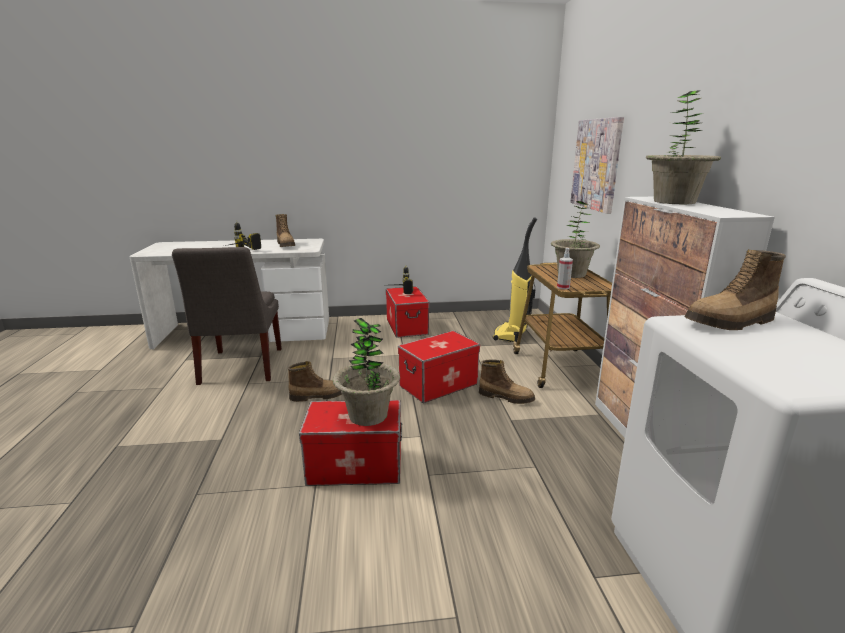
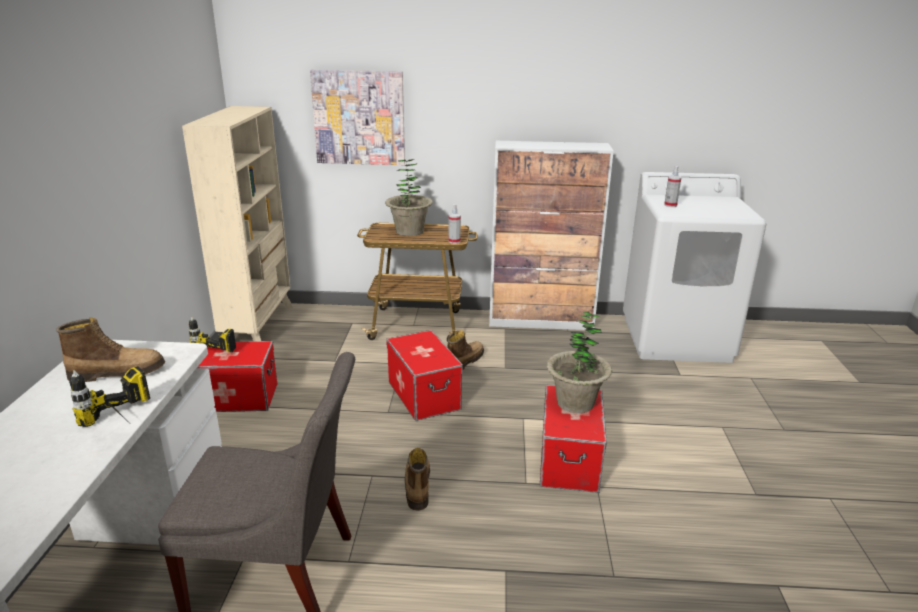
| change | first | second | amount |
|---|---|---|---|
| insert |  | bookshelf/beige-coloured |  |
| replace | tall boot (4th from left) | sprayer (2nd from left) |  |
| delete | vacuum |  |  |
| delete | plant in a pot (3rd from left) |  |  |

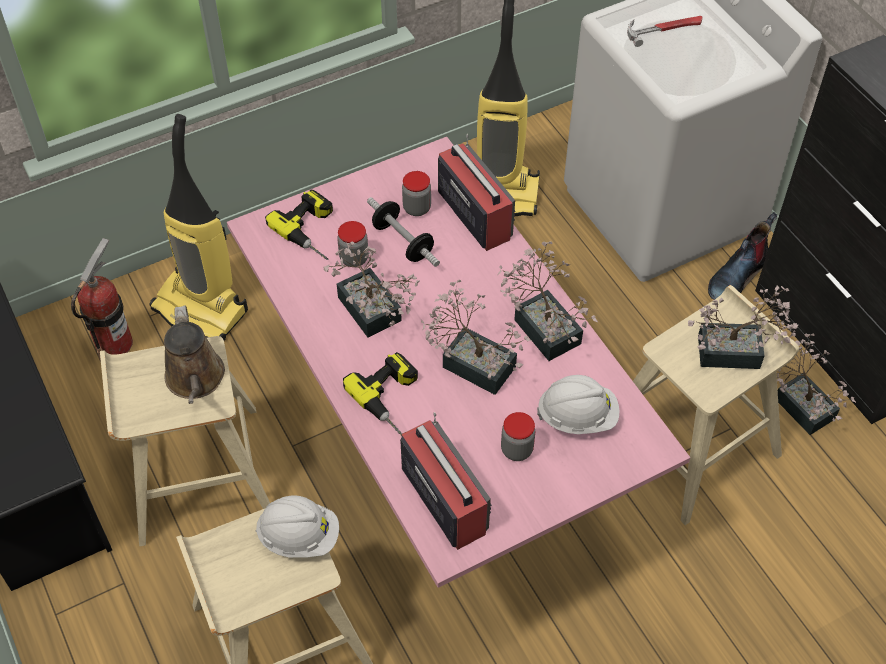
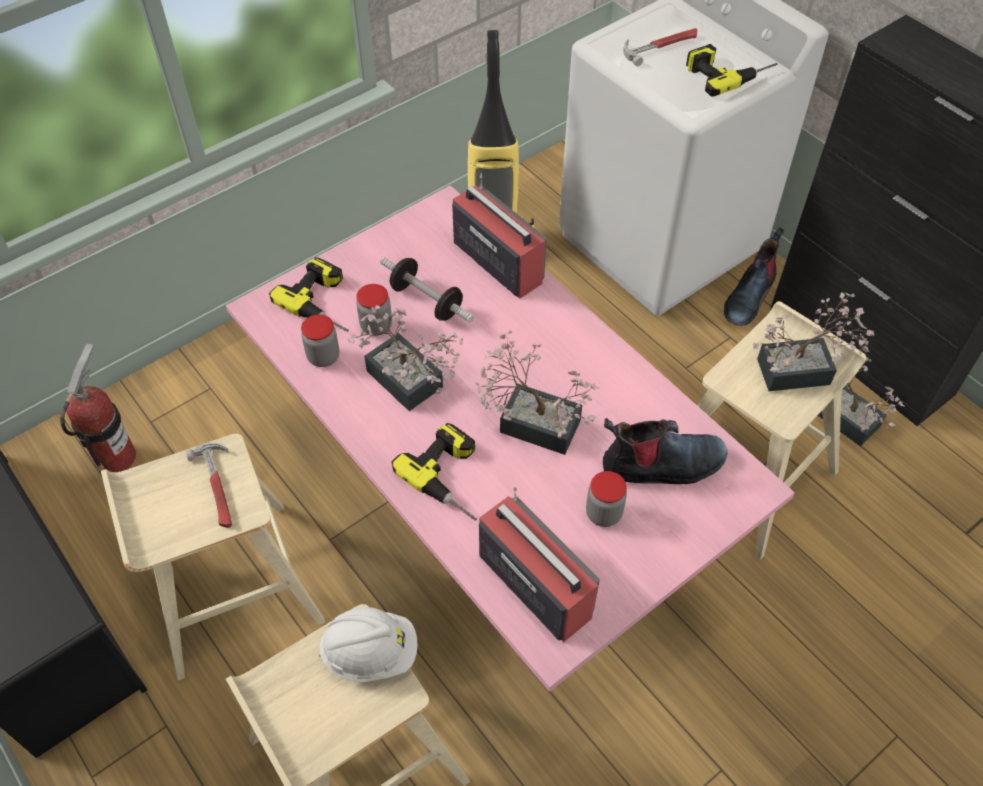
| change | first | second | amount |
|---|---|---|---|
| replace | watering pot/brown | hand hammer (1st from left) |  |
| move | storage jar (2nd from left in the first image) | storage jar (1st from left) |  |
| replace | safety helmet/white (2nd from left) | tall boot (1st from left) |  |
| insert |  | power drill (3rd from left) |  |
| delete | vacuum (1st from left) |  |  |
| delete | plant in a pot (3rd from left) |  |  |

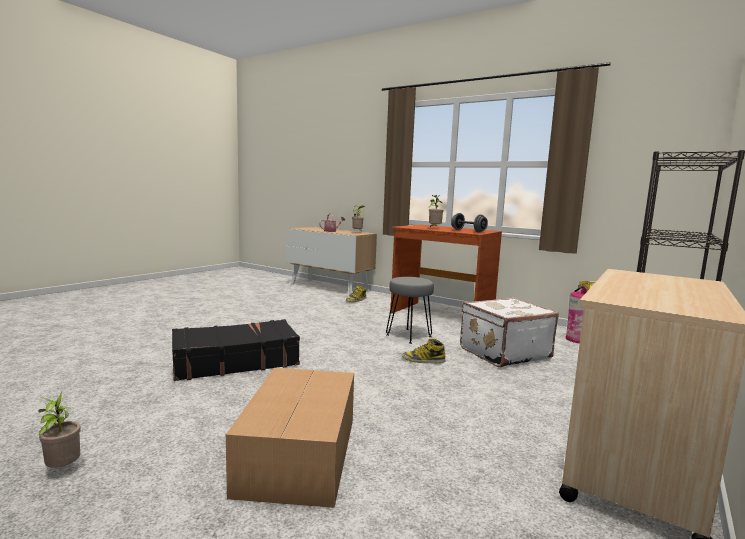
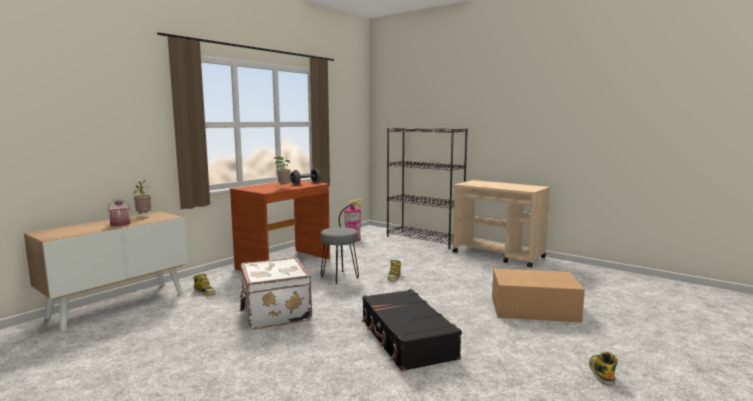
| change | first | second | amount |
|---|---|---|---|
| move | travel case/white |  |  |
| replace | plant in a pot (1st from left) | tall boot (3rd from left) |  |

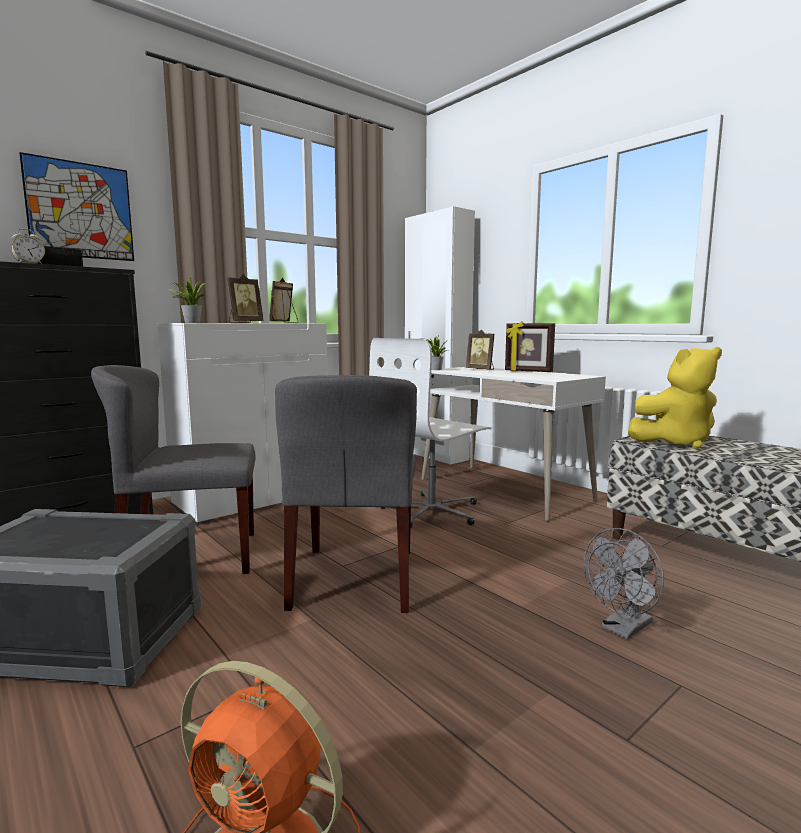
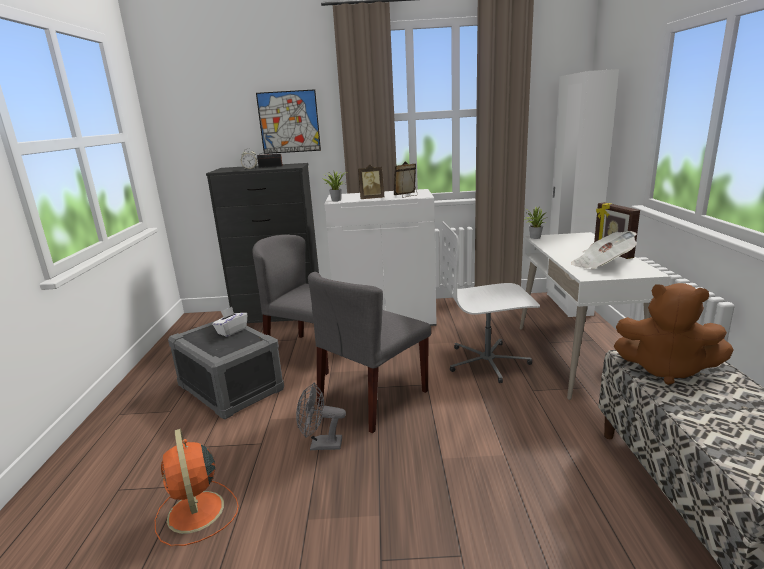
| change | first | second | amount |
|---|---|---|---|
| insert |  | tissue holder/white |  |
| move | electric fan/greyish |  |  |
| insert |  | daily paper |  |
| recolor | soft toy/yellowish | soft toy/brown |  |
| delete | standing frame (3rd from left) |  |  |

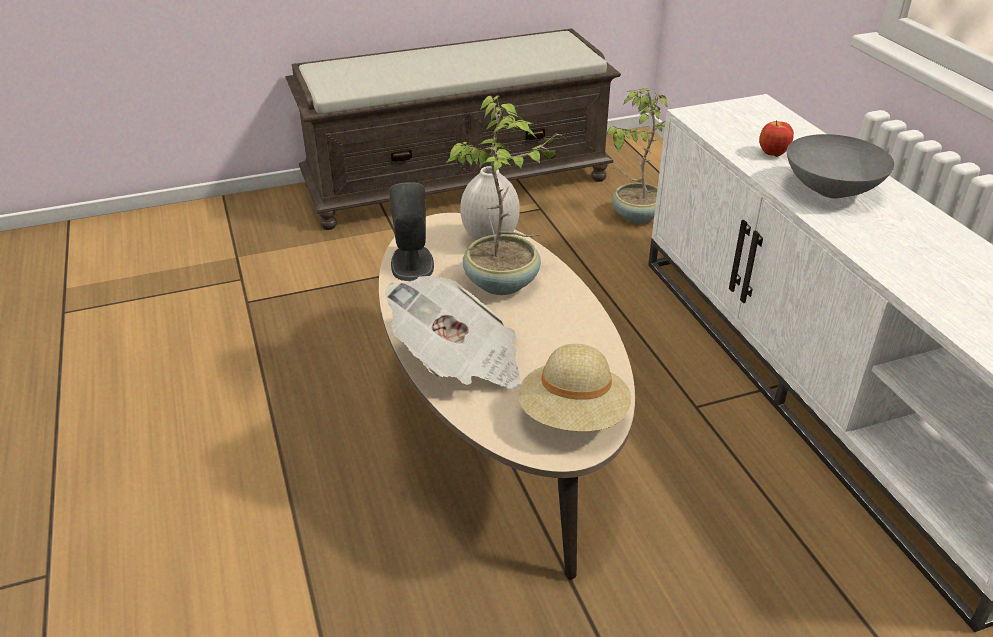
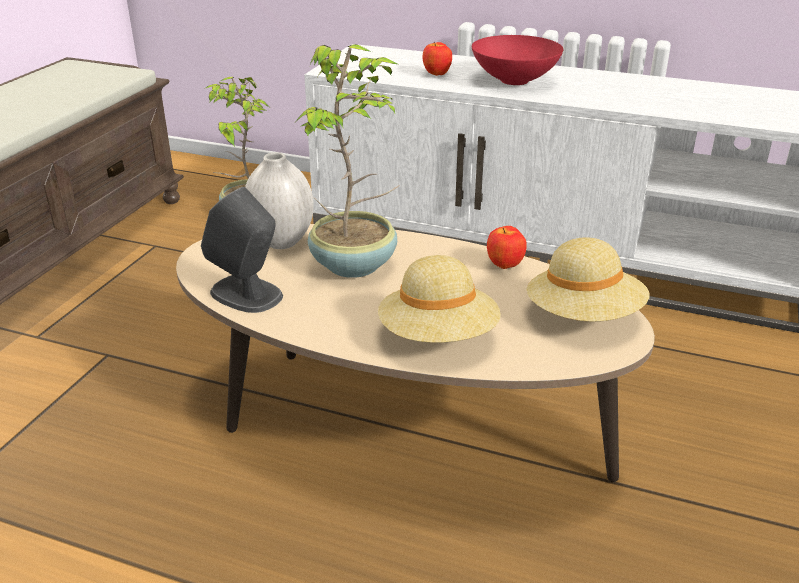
| change | first | second | amount |
|---|---|---|---|
| replace | daily paper | wearable hat/beige-coloured (1st from left) |  |
| recolor | bowl/greyish | bowl/reddish |  |
| insert |  | apple fruit (2nd from left) |  |

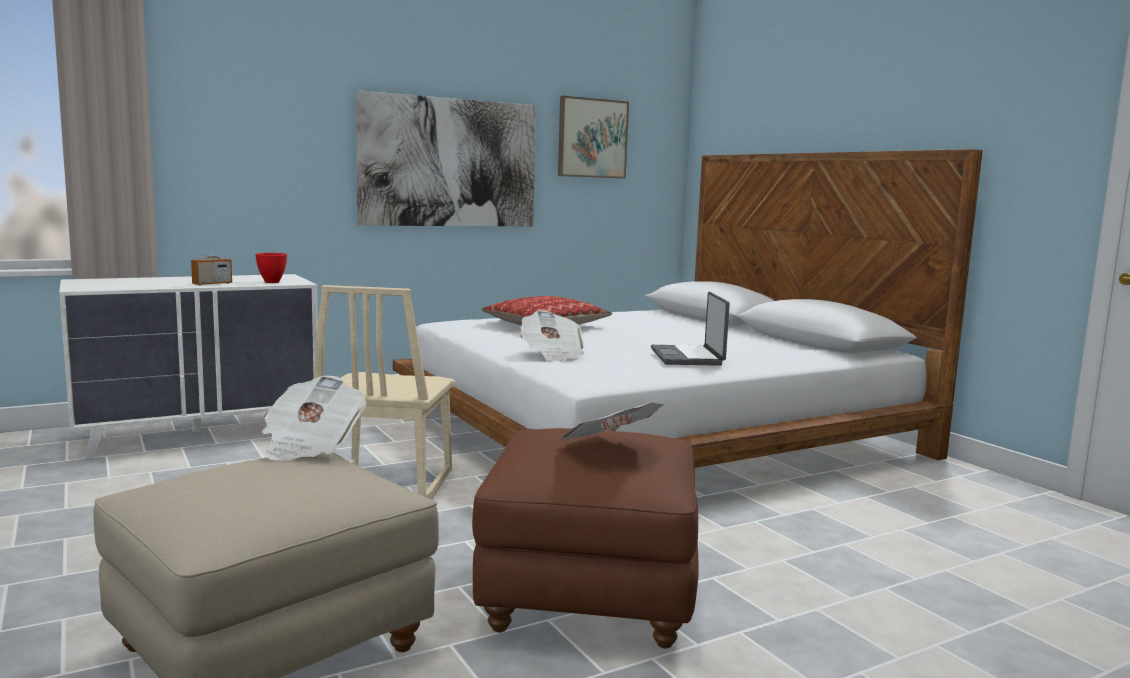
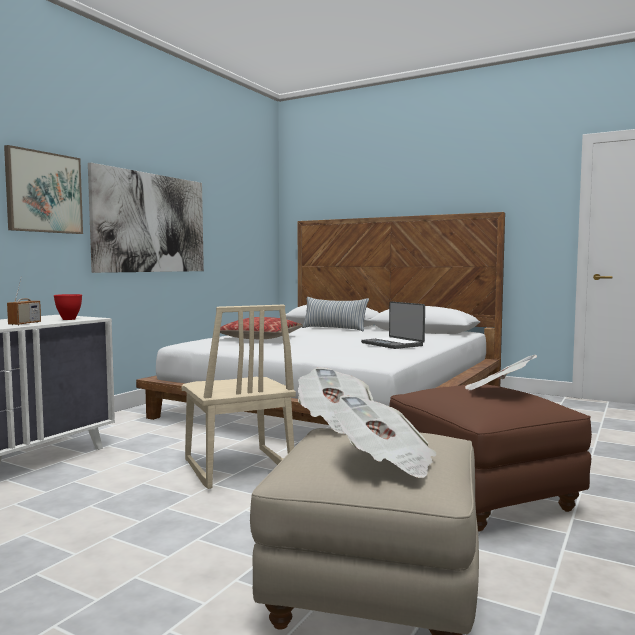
| change | first | second | amount |
|---|---|---|---|
| move | picture (2nd from left in the first image) | picture (1st from left) |  |
| insert |  | throw pillow (2nd from left) |  |
| move | daily paper (2nd from left) |  |  |

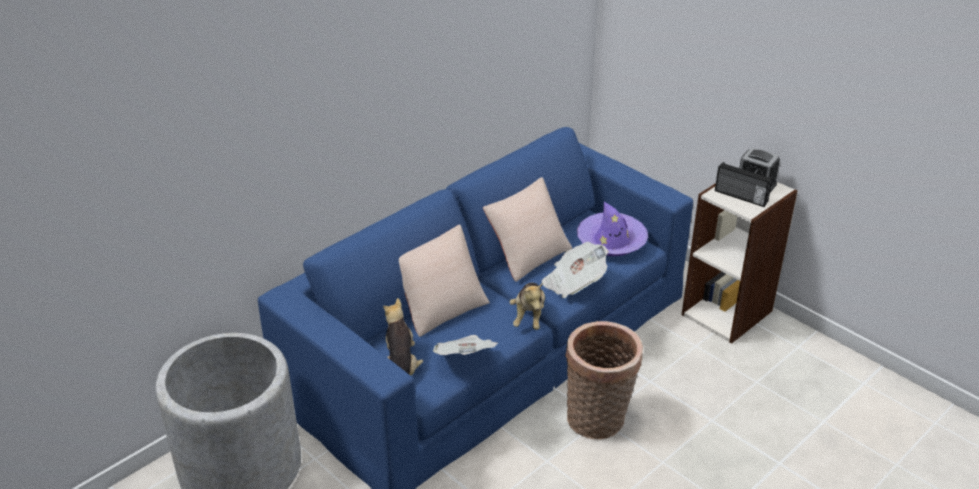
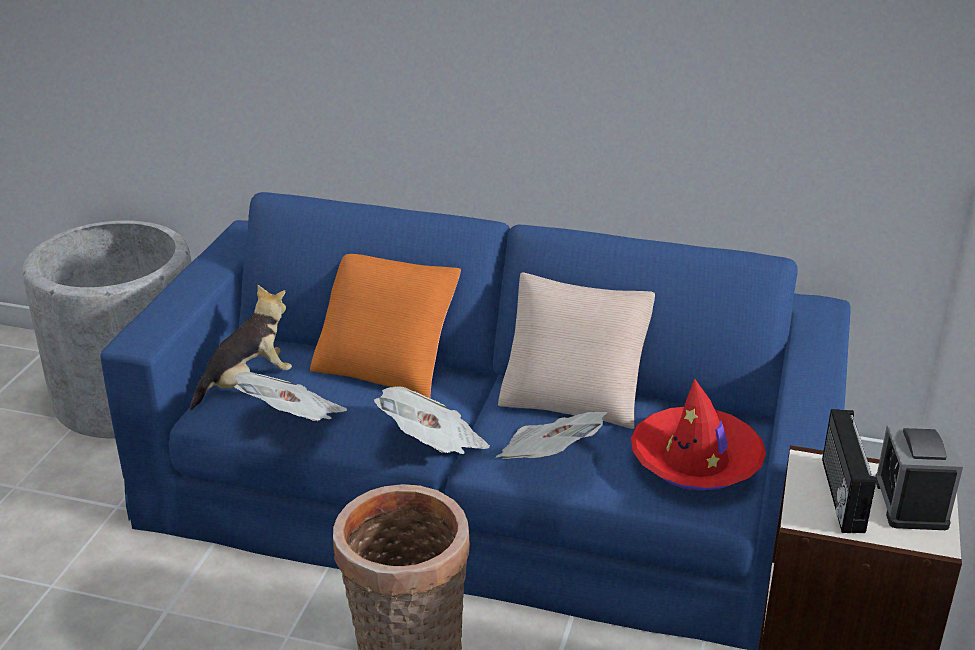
| change | first | second | amount |
|---|---|---|---|
| recolor | throw pillow/beige-coloured (1st from left) | throw pillow/orange-coloured |  |
| replace | soft toy (2nd from left) | daily paper (2nd from left) |  |
| recolor | wearable hat/purple | wearable hat/reddish |  |

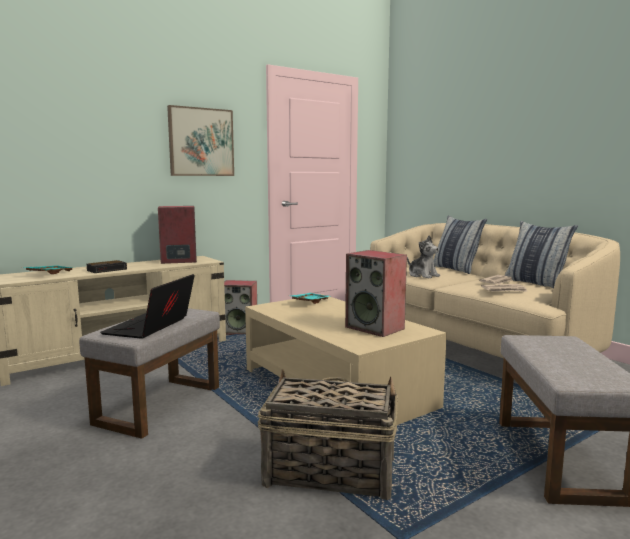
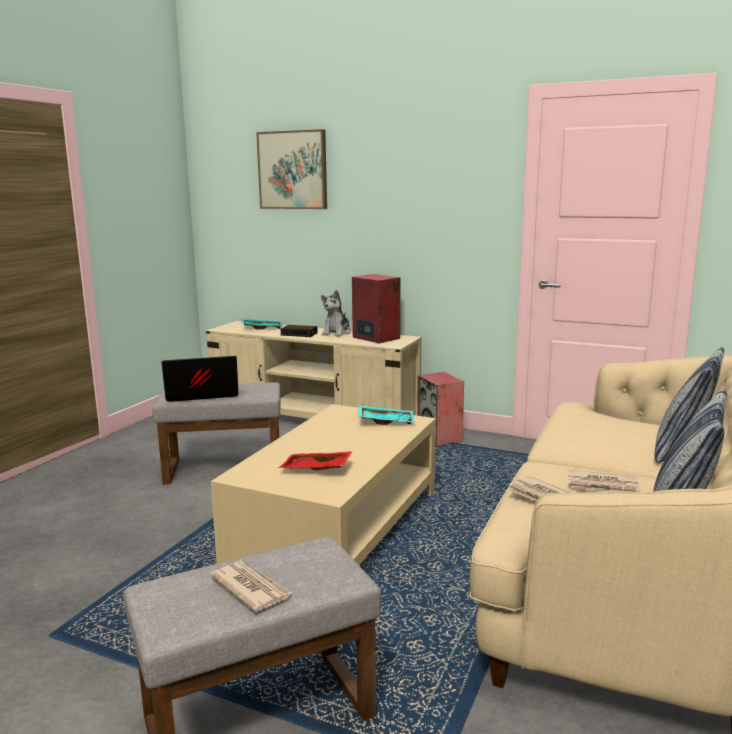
| change | first | second | amount |
|---|---|---|---|
| insert |  | daily paper (1st from left) |  |
| move | picture |  |  |
| replace | speaker (3rd from left) | serving tray/reddish |  |
| move | soft toy |  |  |
| delete | household basket |  |  |

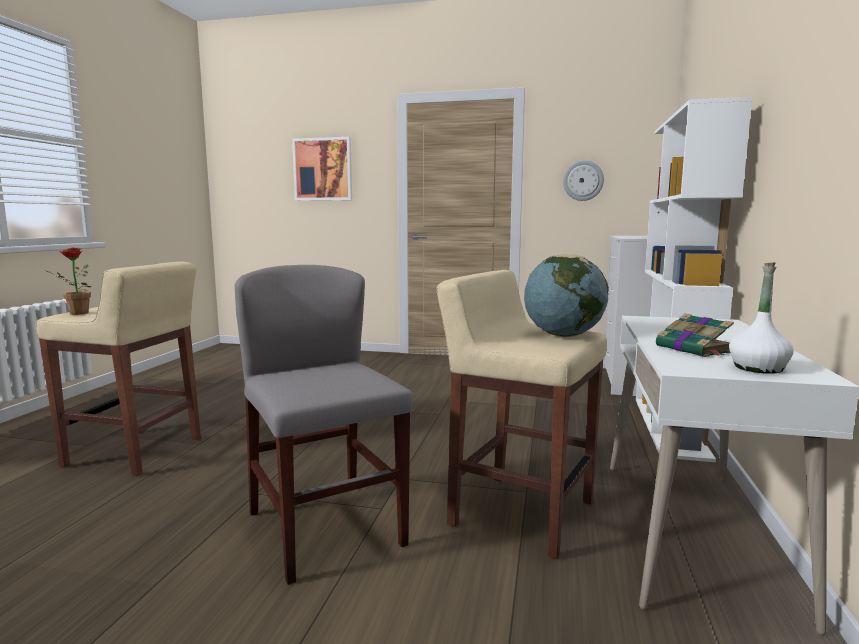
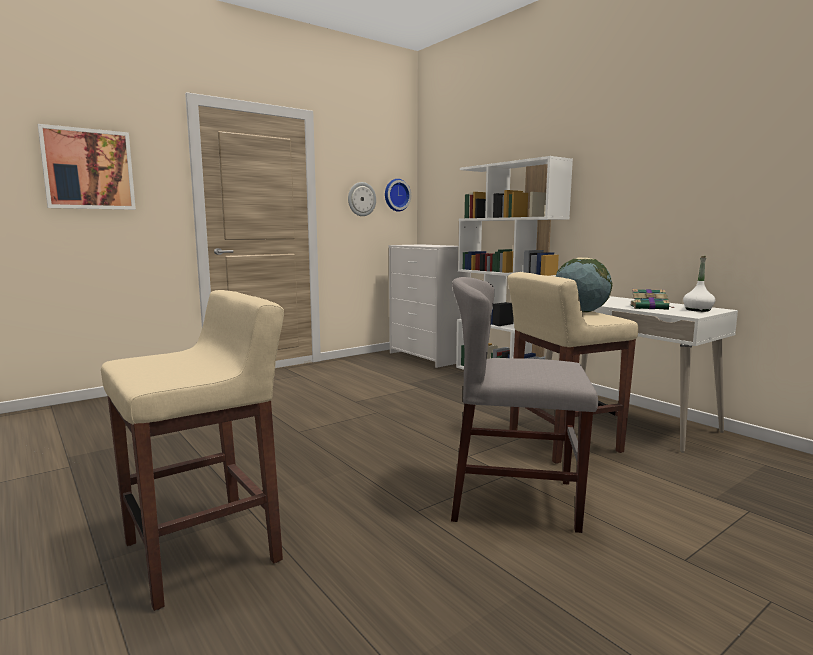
| change | first | second | amount |
|---|---|---|---|
| insert |  | clock on the wall (2nd from left) |  |
| delete | plant in a pot |  |  |

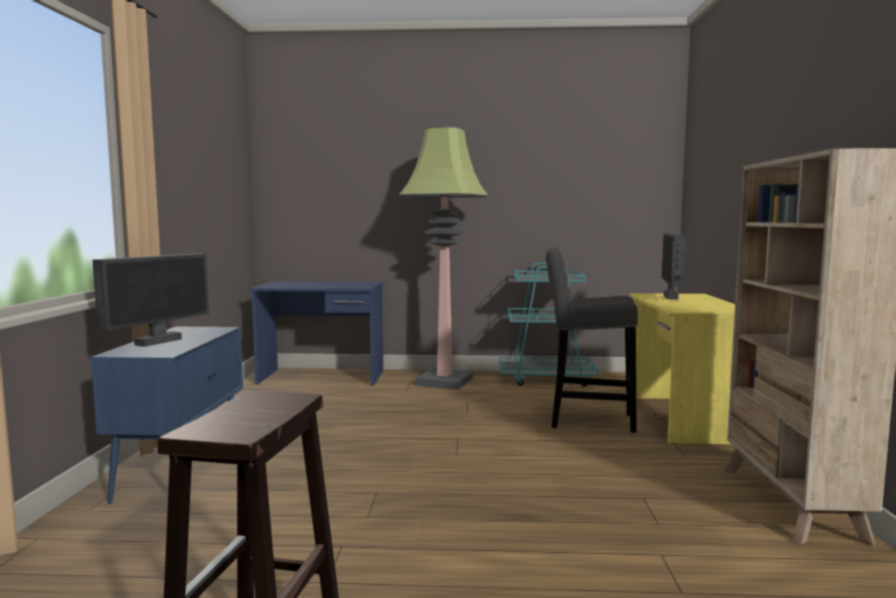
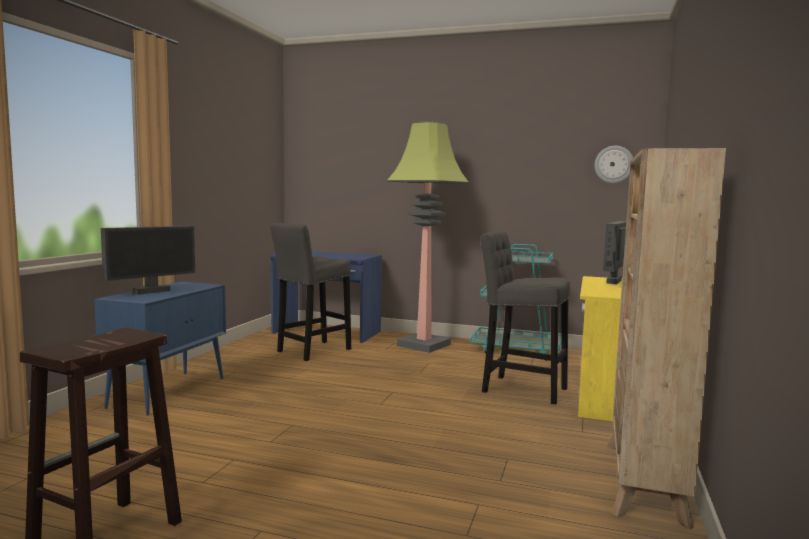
| change | first | second | amount |
|---|---|---|---|
| insert |  | stool/greyish (1st from left) |  |
| insert |  | clock on the wall |  |

